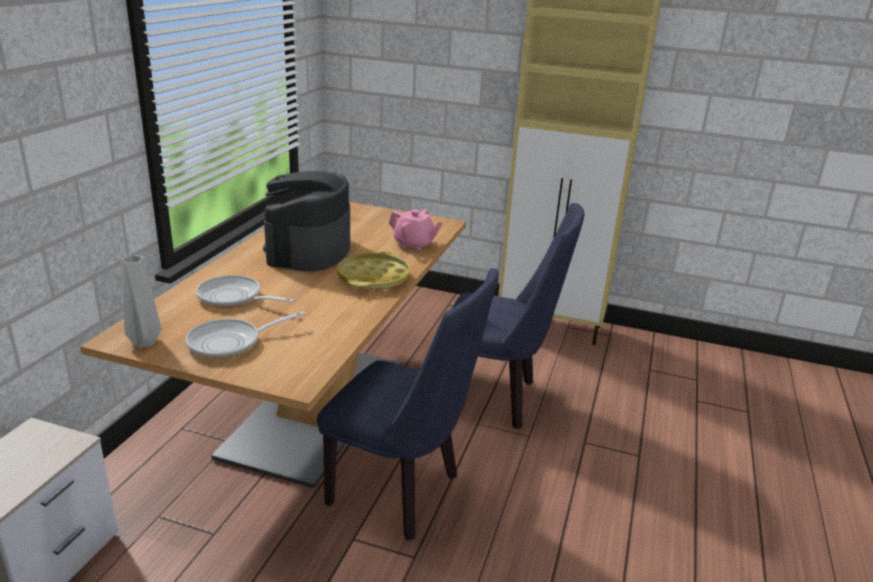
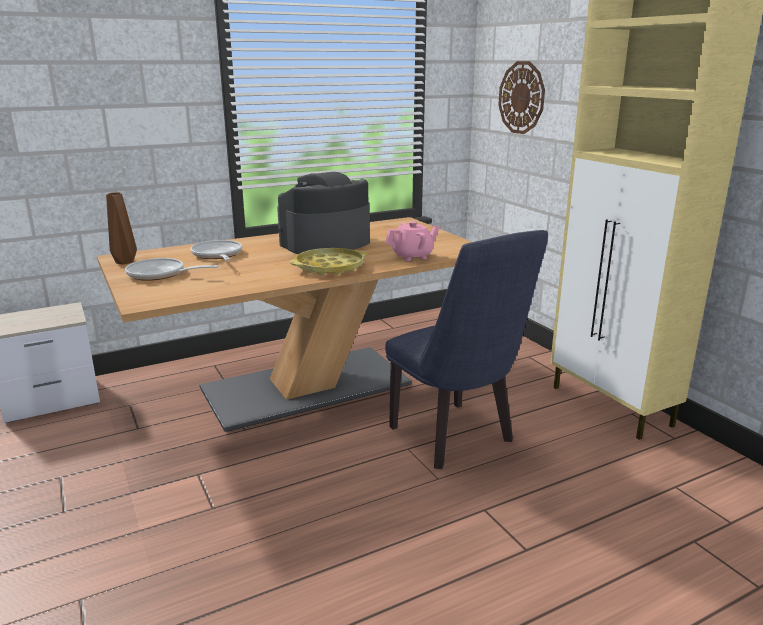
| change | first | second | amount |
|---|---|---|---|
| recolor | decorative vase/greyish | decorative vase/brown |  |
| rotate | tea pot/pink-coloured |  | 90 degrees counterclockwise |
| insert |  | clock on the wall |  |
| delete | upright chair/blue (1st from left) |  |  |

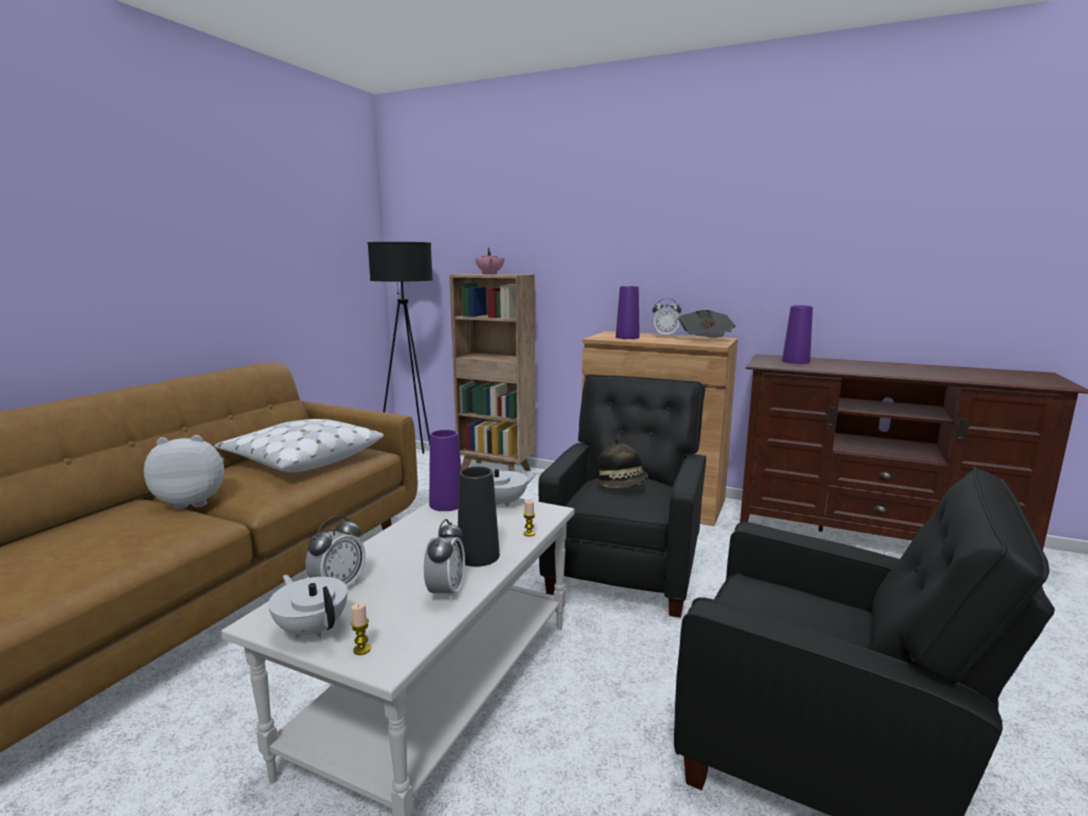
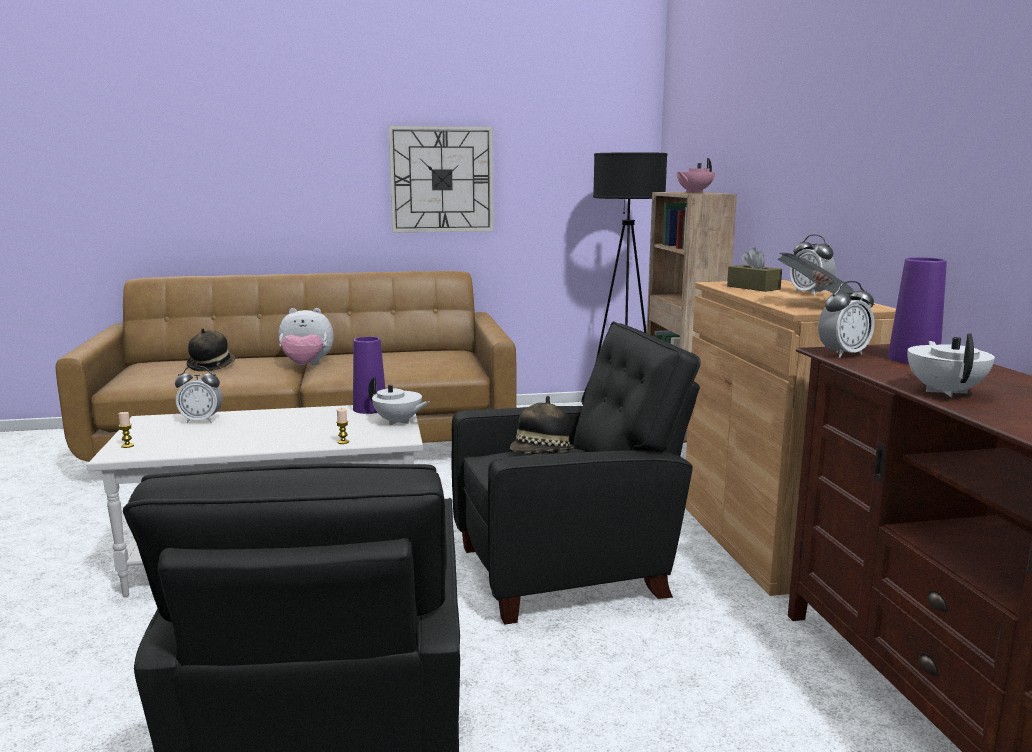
| change | first | second | amount |
|---|---|---|---|
| insert |  | wearable hat (1st from left) |  |
| rotate | soft toy |  | 135 degrees clockwise |
| insert |  | clock on the wall |  |
| replace | decorative vase/purple (2nd from left) | tissue holder/brown |  |
| move | bedside clock (2nd from left in the first image) | bedside clock (3rd from left) |  |
| move | tea pot/white (1st from left in the first image) | tea pot/white (2nd from left) |  |
| delete | throw pillow/white |  |  |
| delete | decorative vase/blackish |  |  |

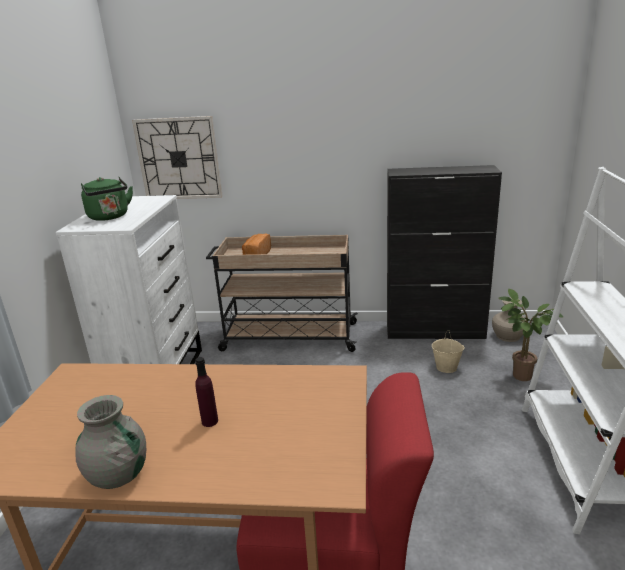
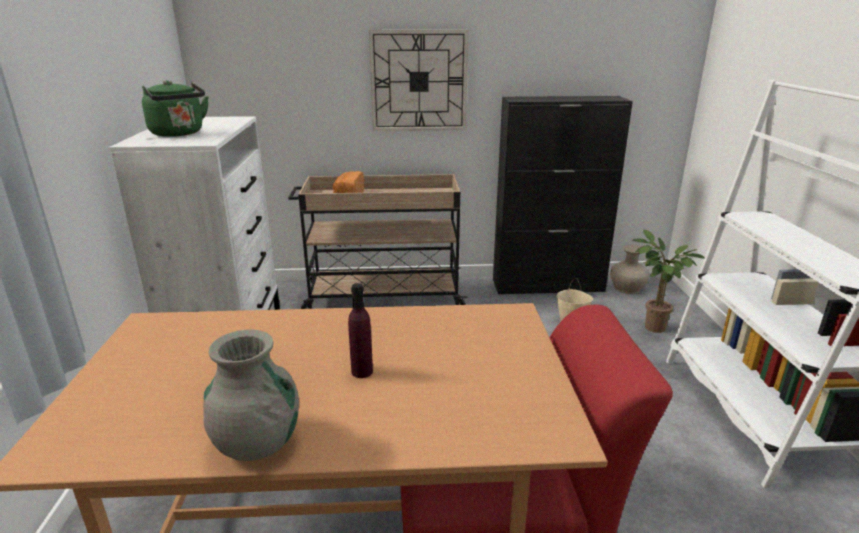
| change | first | second | amount |
|---|---|---|---|
| move | clock on the wall |  |  |

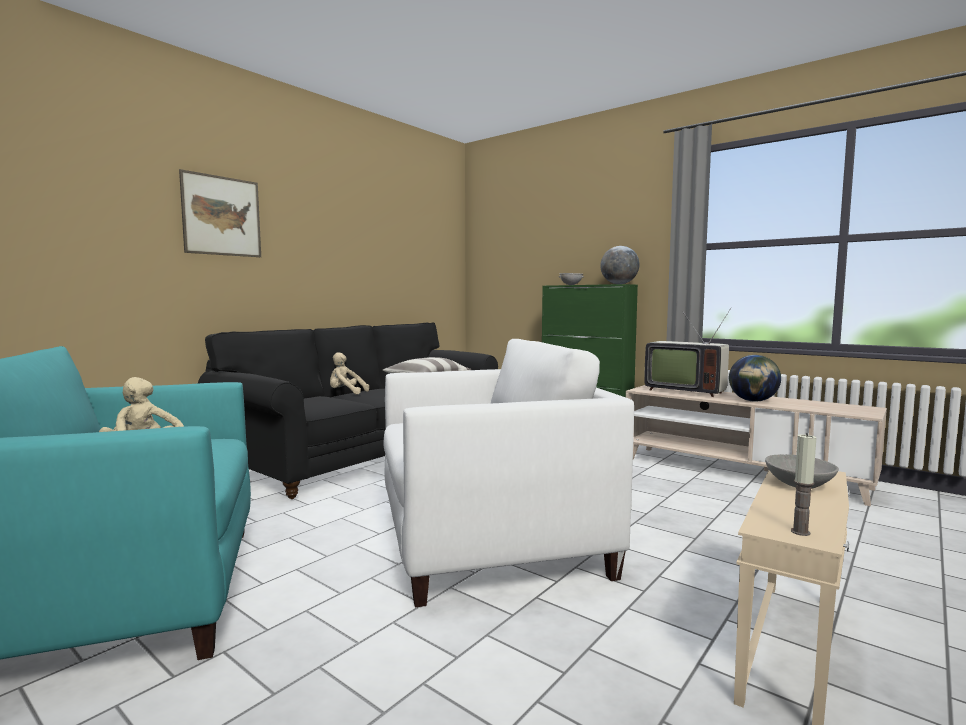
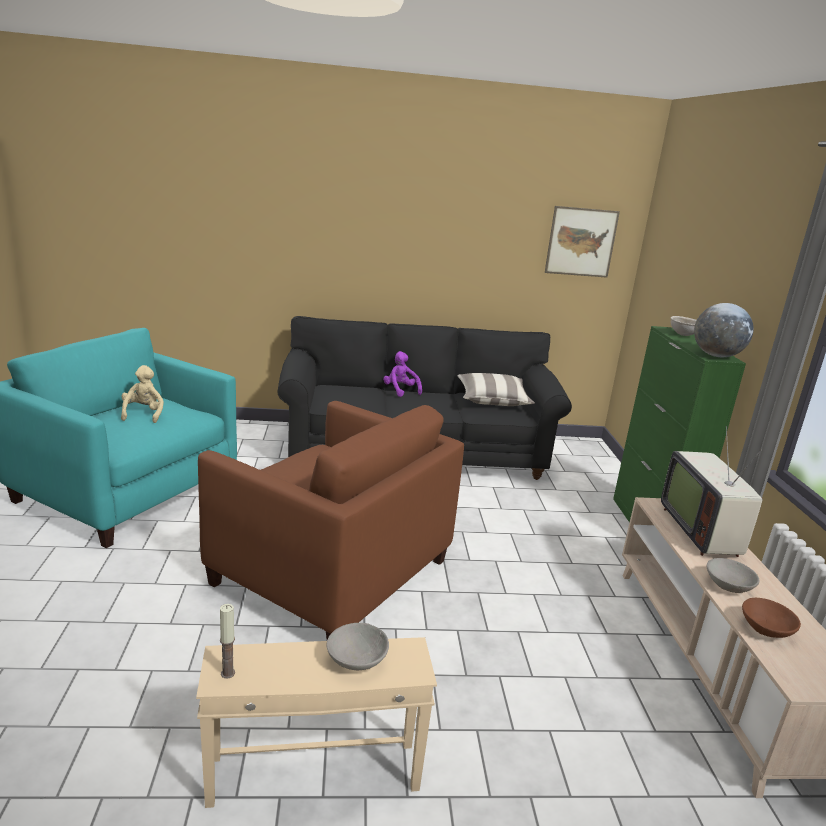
| change | first | second | amount |
|---|---|---|---|
| recolor | lounge chair/white | lounge chair/brown |  |
| recolor | soft toy/beige-coloured (2nd from left) | soft toy/purple |  |
| move | picture |  |  |
| replace | desk globe (2nd from left) | bowl/greyish (3rd from left) |  |
| insert |  | bowl/brown |  |

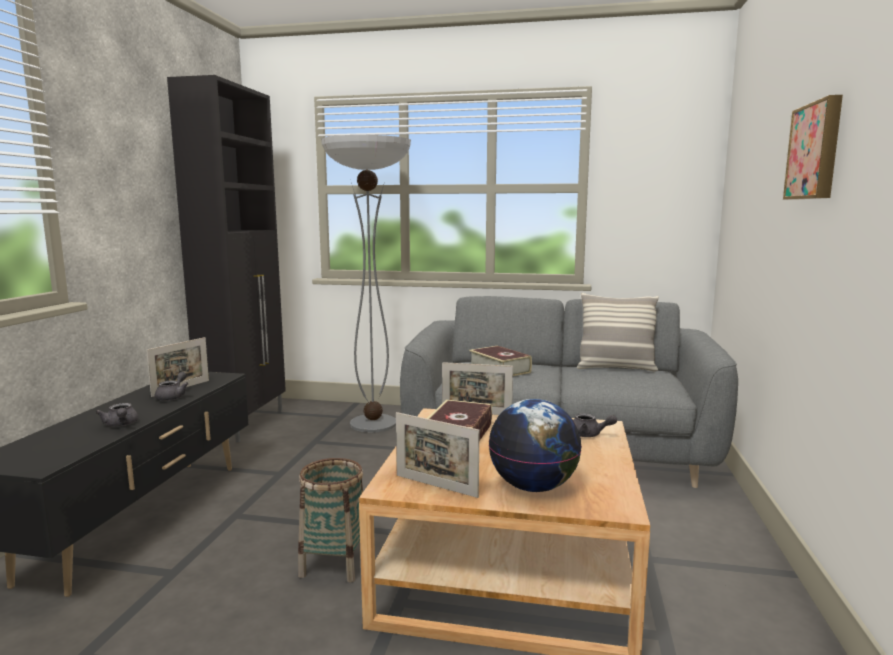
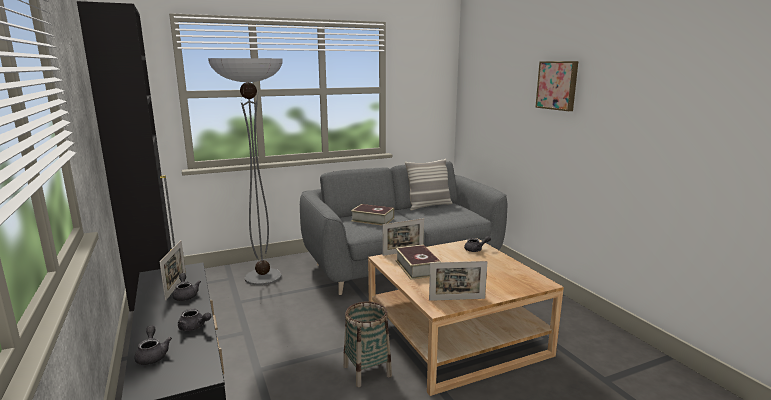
| change | first | second | amount |
|---|---|---|---|
| insert |  | tea pot/greyish (1st from left) |  |
| delete | desk globe |  |  |

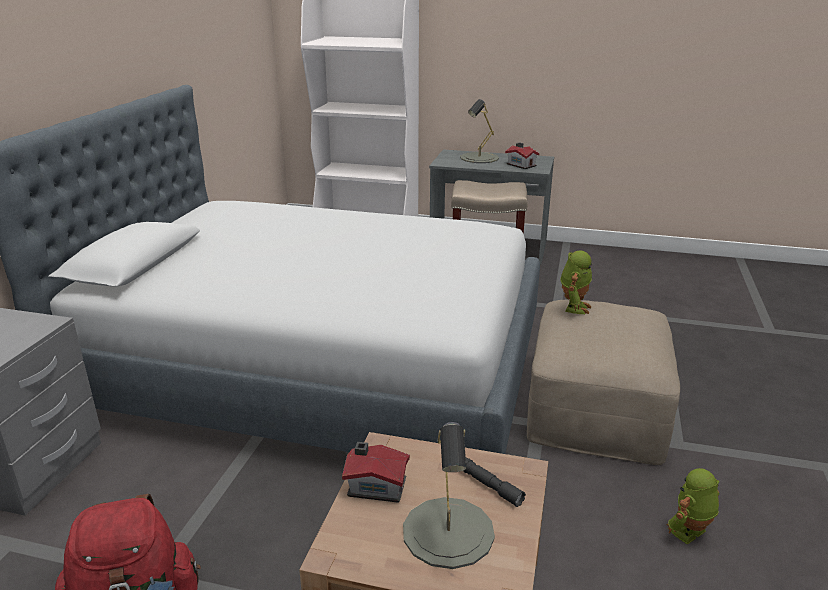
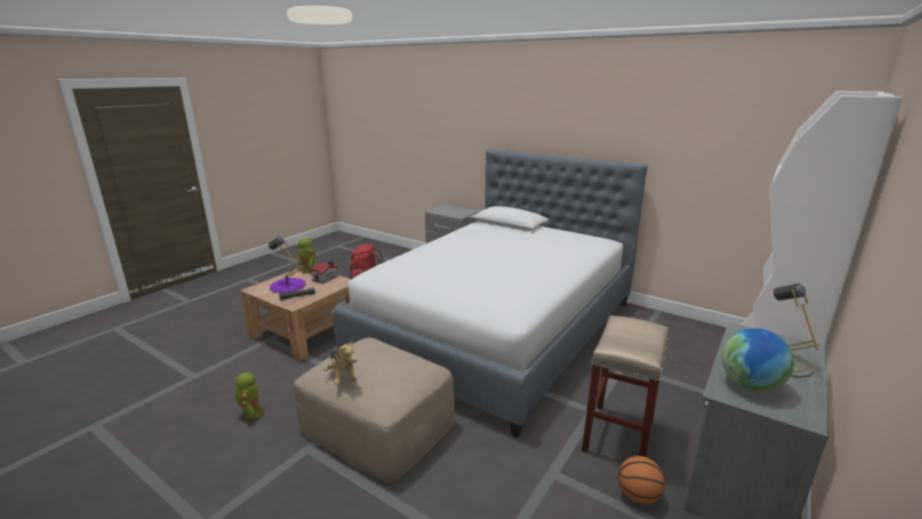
| change | first | second | amount |
|---|---|---|---|
| recolor | table lamp/greyish (1st from left) | table lamp/purple |  |
| move | robot figure (1st from left in the first image) | robot figure (2nd from left) |  |
| insert |  | soft toy |  |
| insert |  | ball for basketball |  |
| replace | miniature house (2nd from left) | desk globe |  |

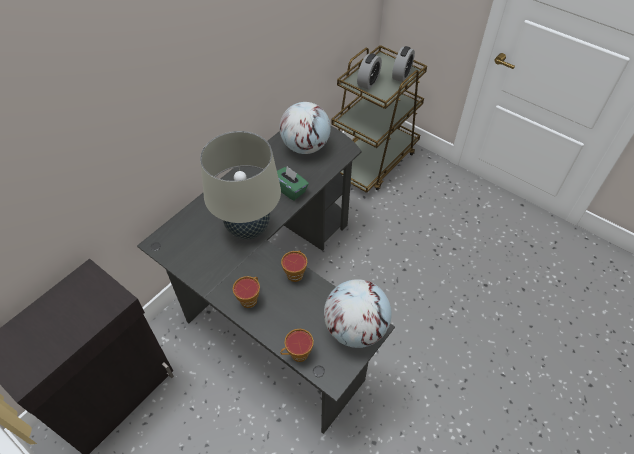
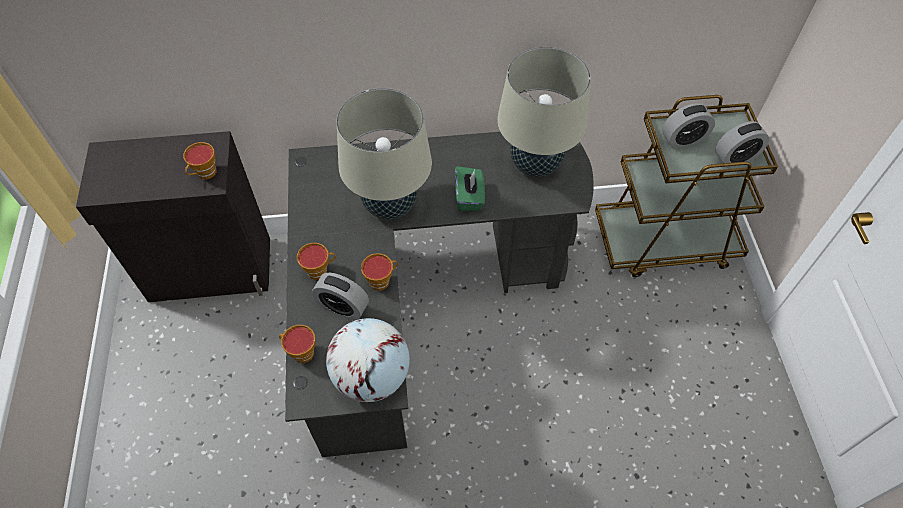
| change | first | second | amount |
|---|---|---|---|
| insert |  | drinking cup (1st from left) |  |
| insert |  | bedside clock (1st from left) |  |
| replace | desk globe (1st from left) | table lamp/beige-coloured (2nd from left) |  |

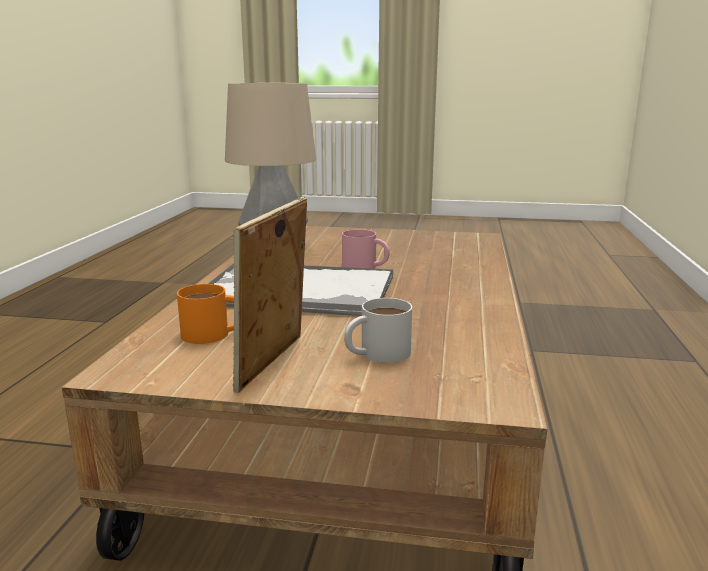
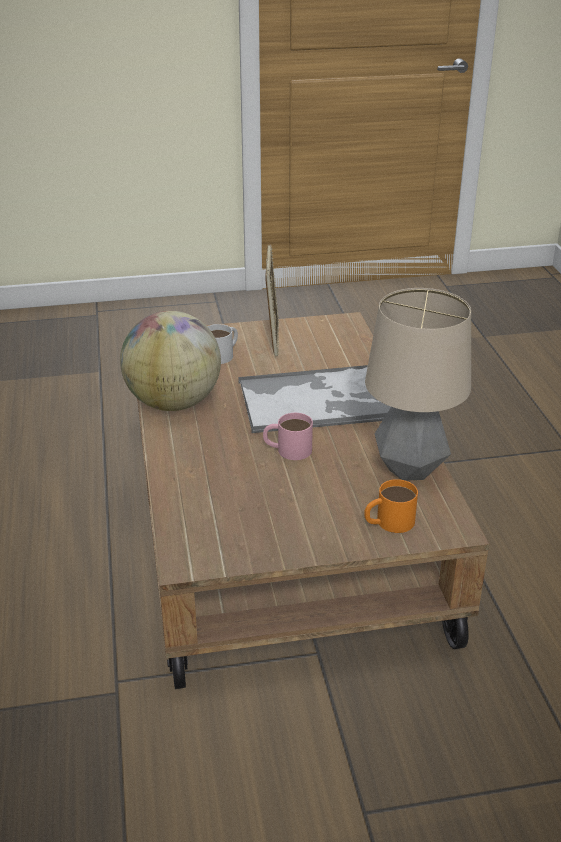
| change | first | second | amount |
|---|---|---|---|
| insert |  | desk globe |  |
| move | mug/orange-coloured |  |  |

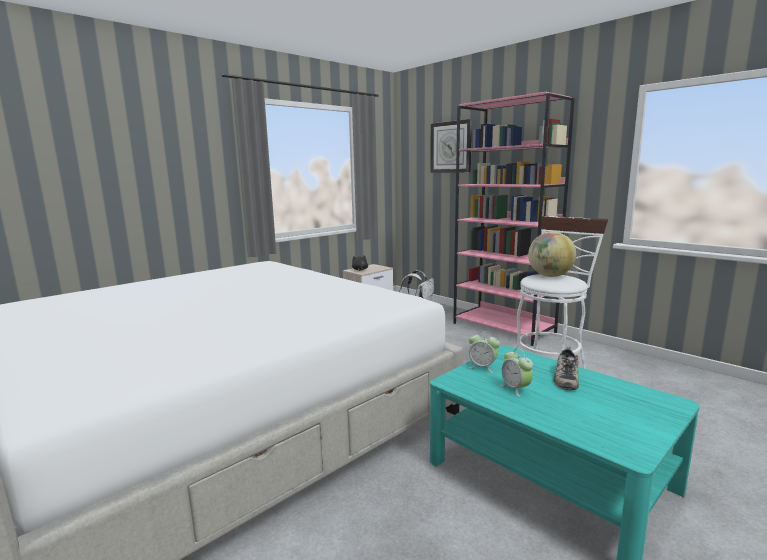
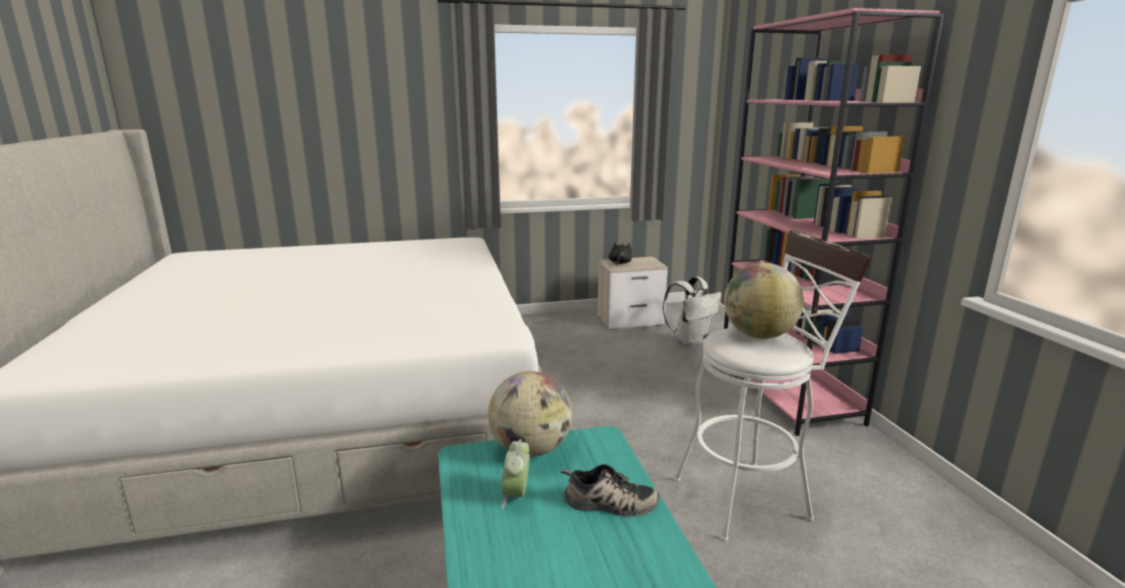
| change | first | second | amount |
|---|---|---|---|
| replace | bedside clock (1st from left) | desk globe (1st from left) |  |
| rotate | shoe |  | 135 degrees counterclockwise |
| delete | clock on the wall |  |  |

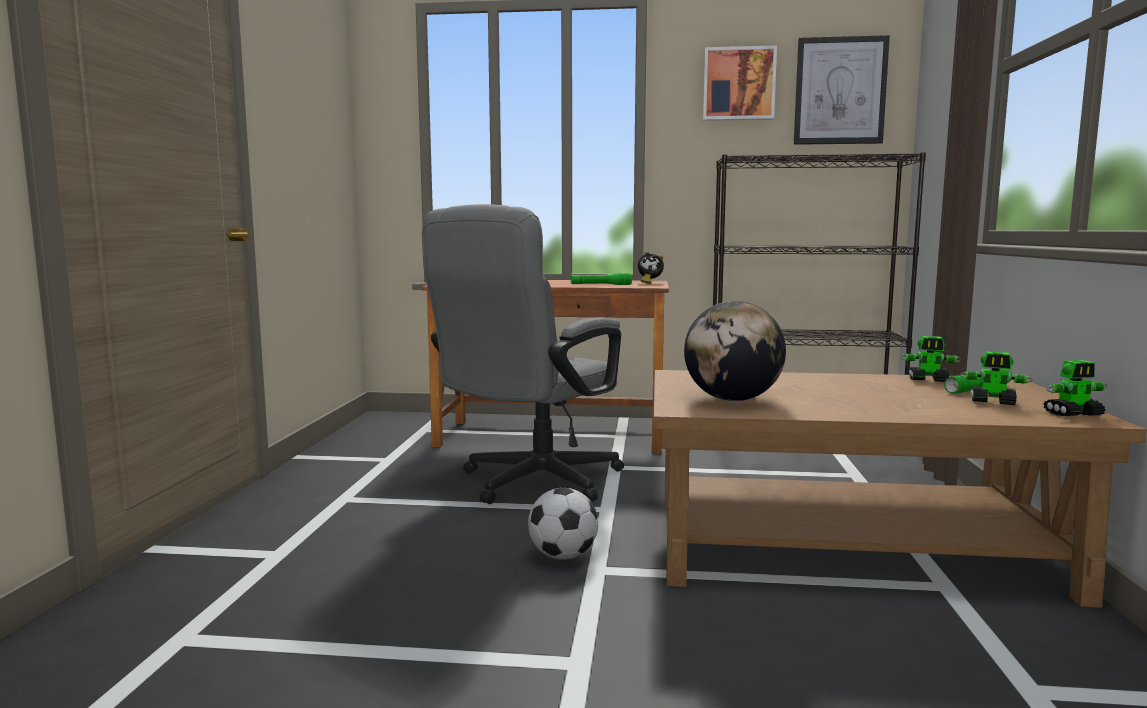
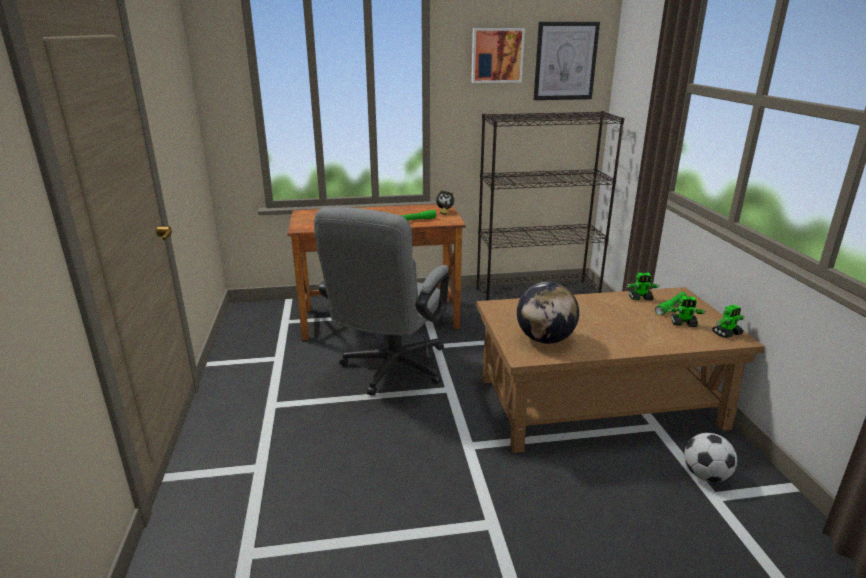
| change | first | second | amount |
|---|---|---|---|
| move | ball for football |  |  |

